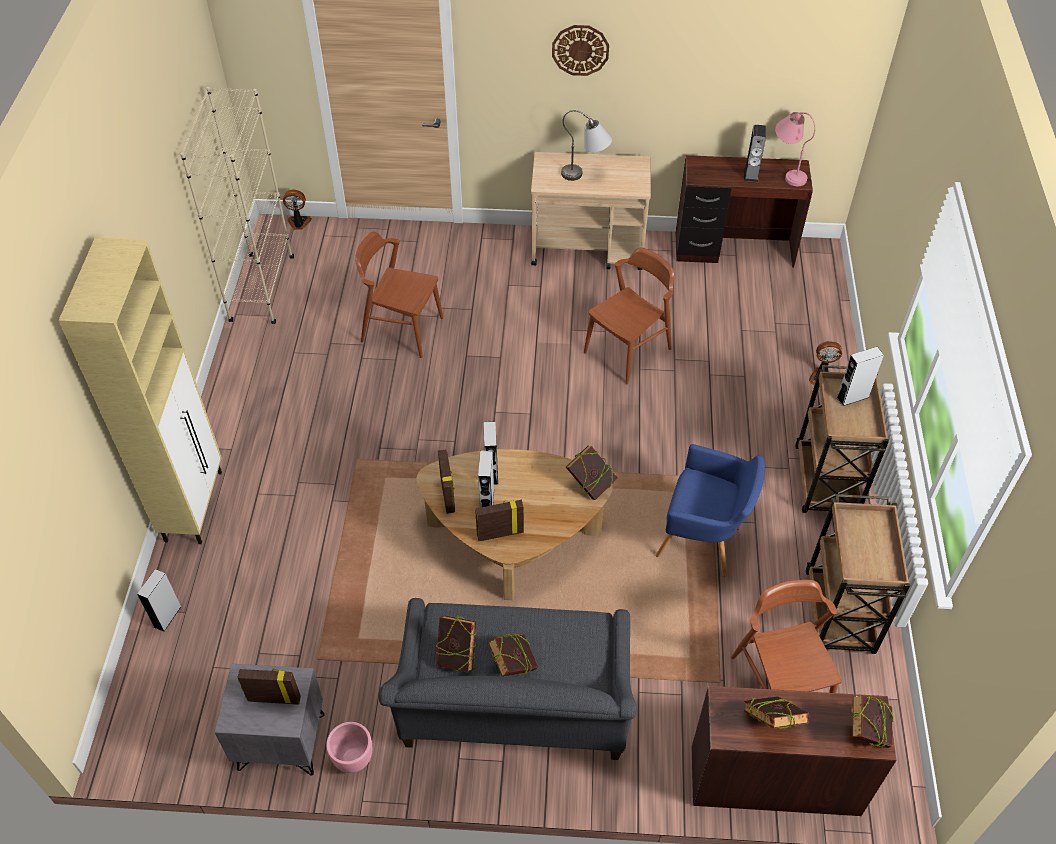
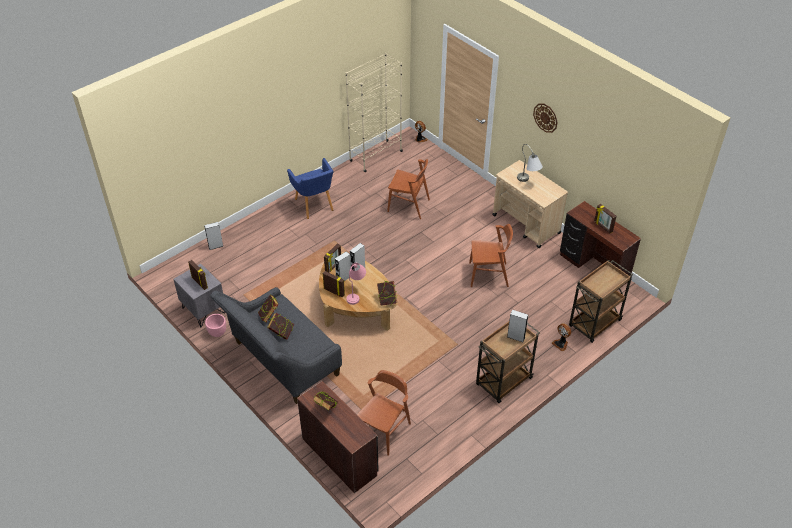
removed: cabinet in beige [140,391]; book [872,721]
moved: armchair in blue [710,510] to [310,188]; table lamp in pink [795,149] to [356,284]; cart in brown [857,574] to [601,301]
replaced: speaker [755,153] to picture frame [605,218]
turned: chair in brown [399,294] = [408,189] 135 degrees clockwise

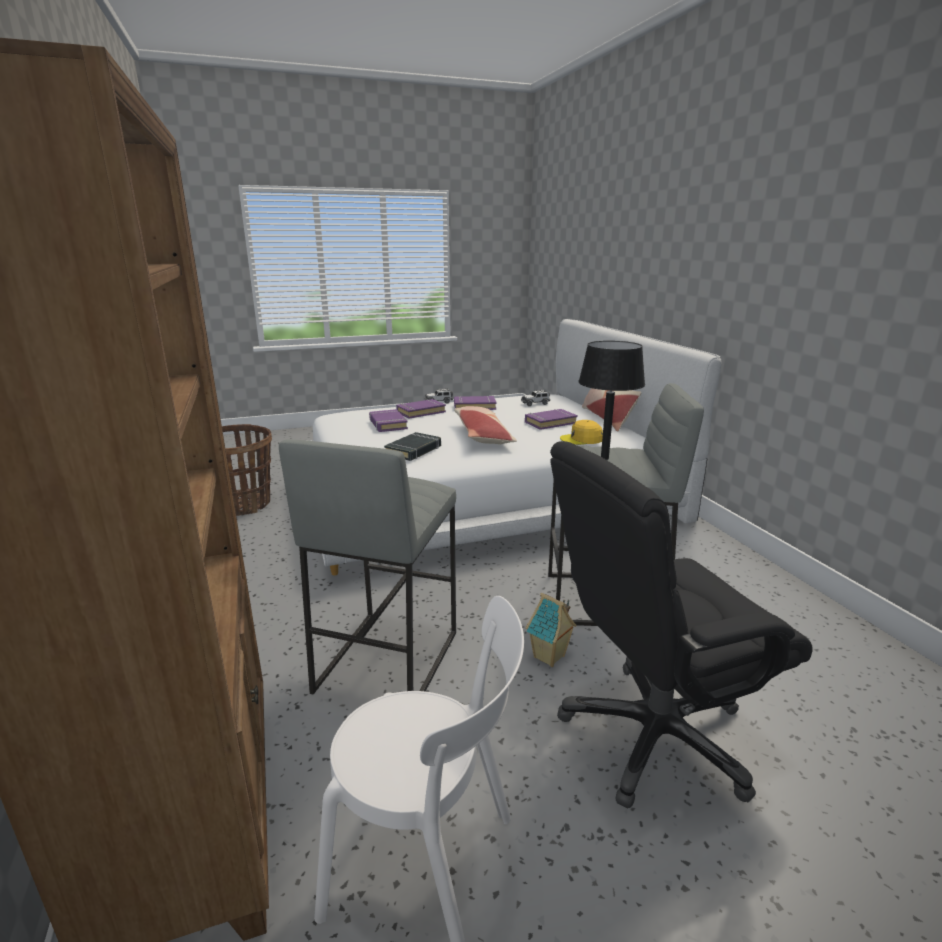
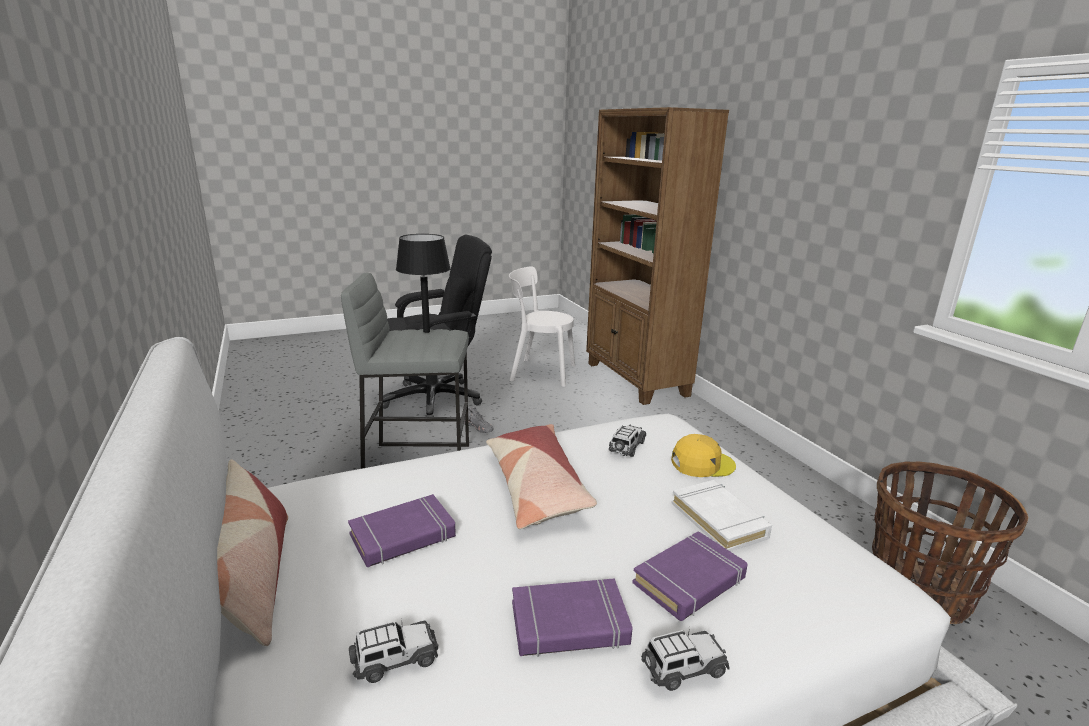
removed: stool in grey [367,567]
moved: cap in yellow [581,432] to [703,455]
replaced: book in black [412,446] to toy car [627,440]; toy house [551,630] to shoe in grey [479,420]
recoloured: book in purple [388,420] to book in white [721,516]

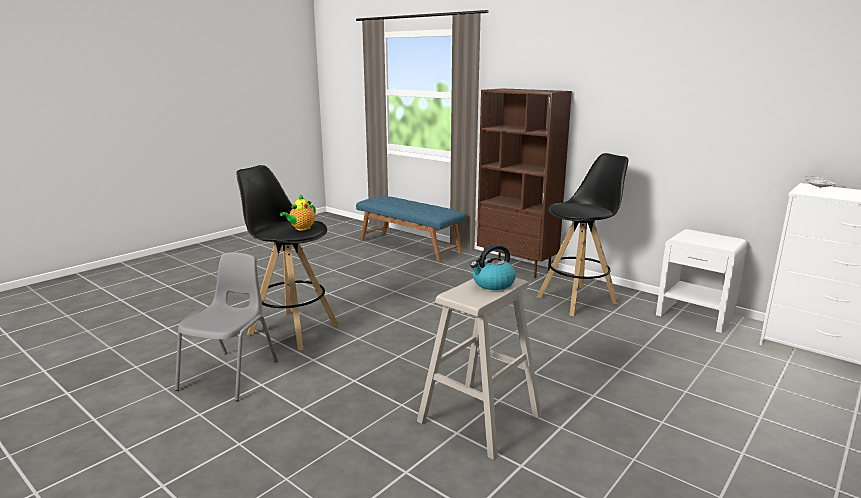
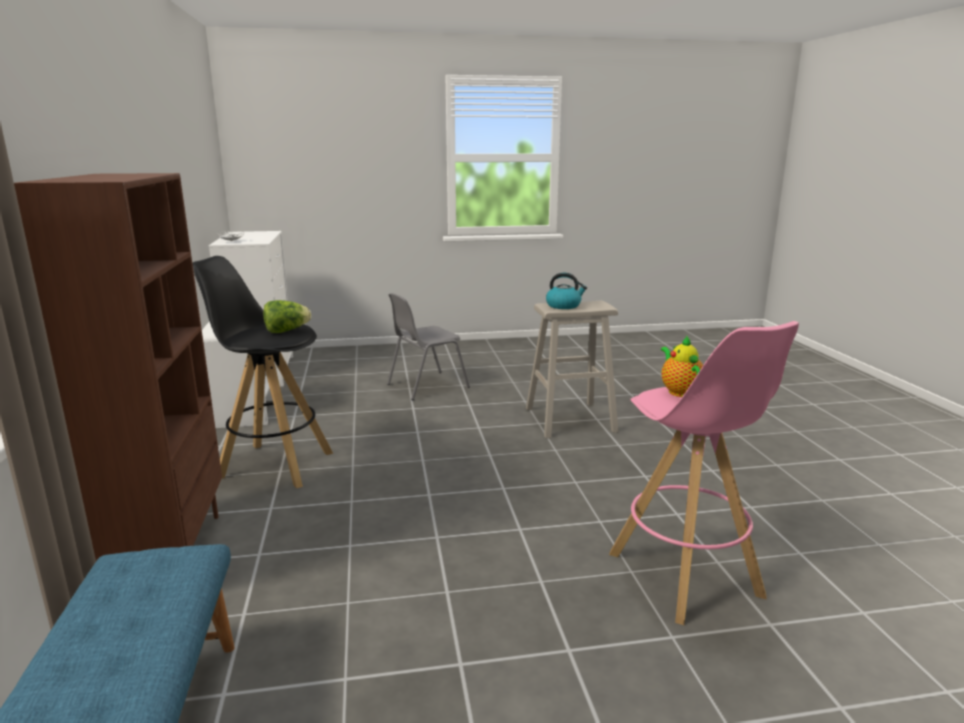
added: lettuce [287,316]
moved: chair in grey [226,326] to [428,346]
recoloured: stool in black [288,257] to stool in pink [704,473]
turned: teapot [298,212] = [682,366] 90 degrees counterclockwise

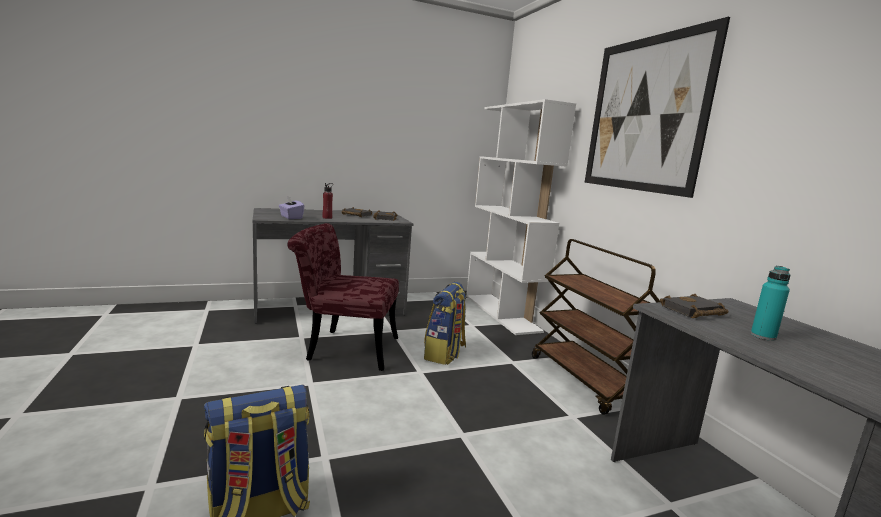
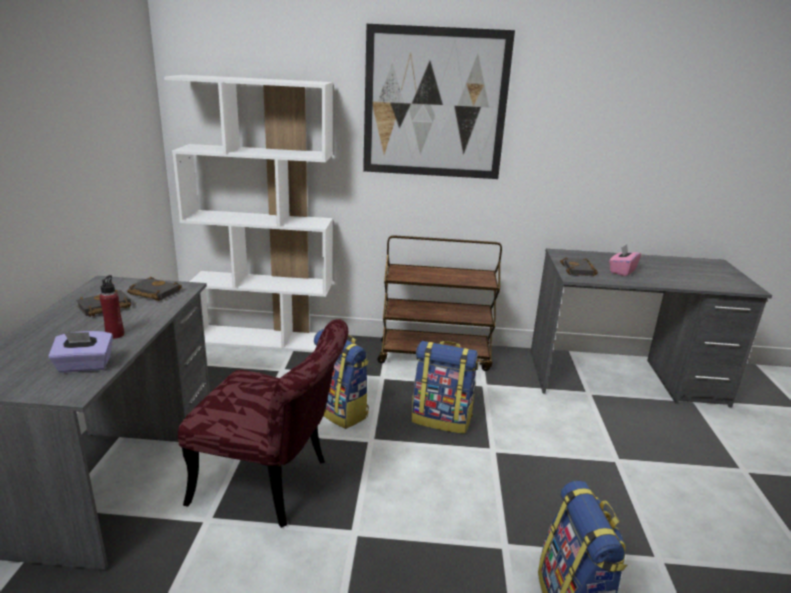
added: backpack [445,387]
replaced: bottle in turquoise [771,303] to tissue box in pink [625,260]
turned: chair in red [343,297] = [263,423] 105 degrees counterclockwise

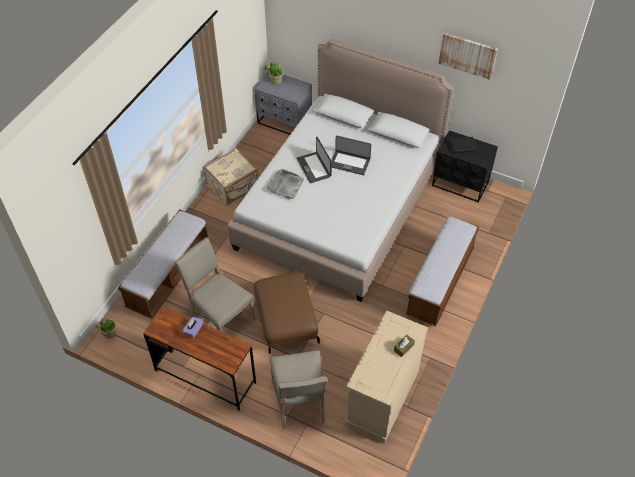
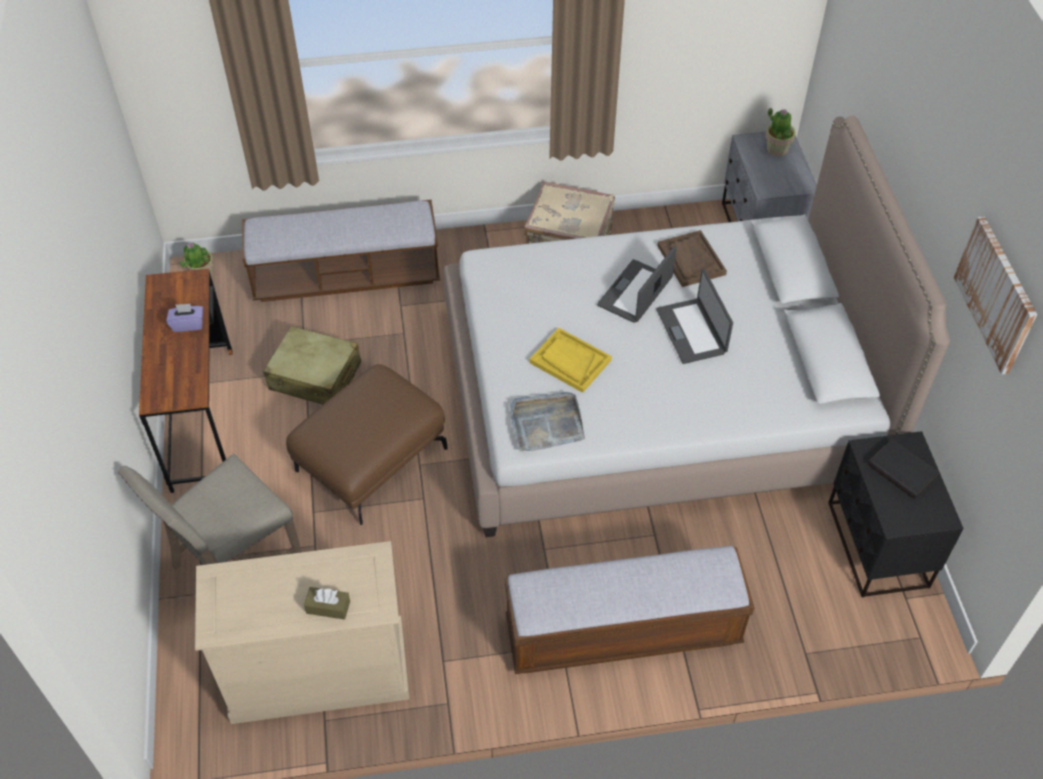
added: tray in yellow [570,360]; tray in brown [692,258]
moved: tray in grey [285,184] to [547,421]
replaced: chair in beige [215,284] to suitcase in beige [312,365]

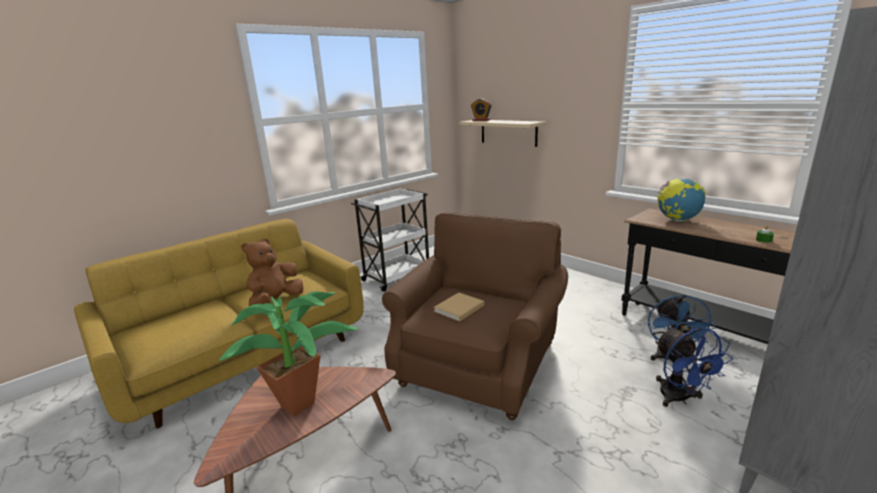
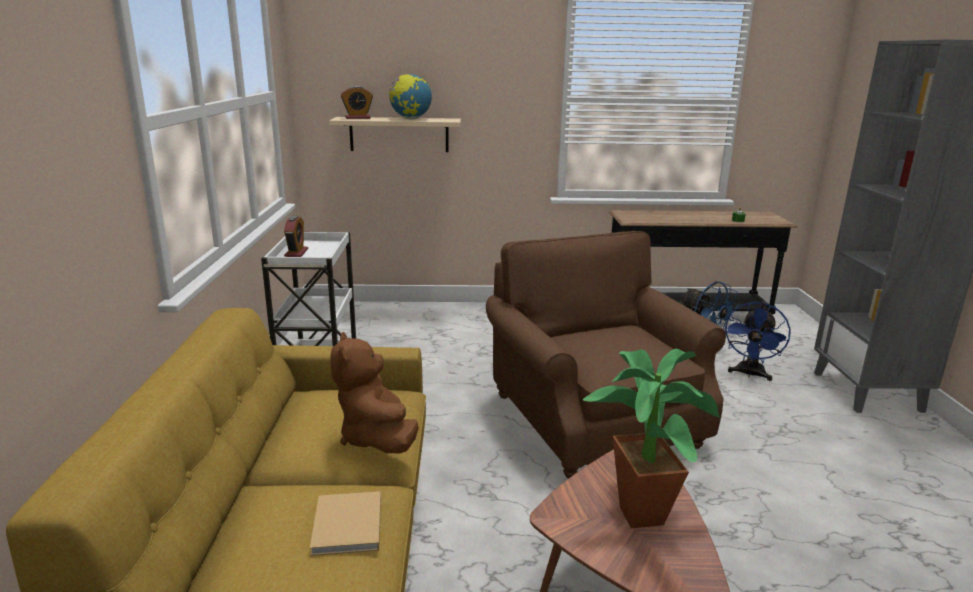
added: alarm clock [296,236]
moved: book in beige [459,307] to [345,523]; globe [681,200] to [410,96]
turned: fan in blue [694,367] = [757,341] 90 degrees clockwise

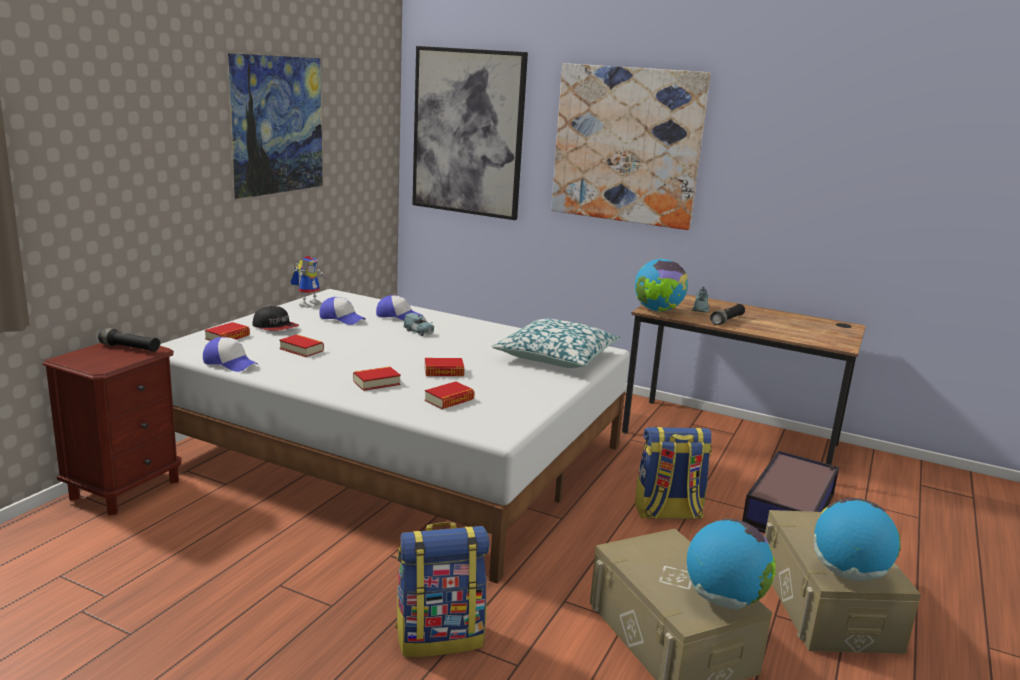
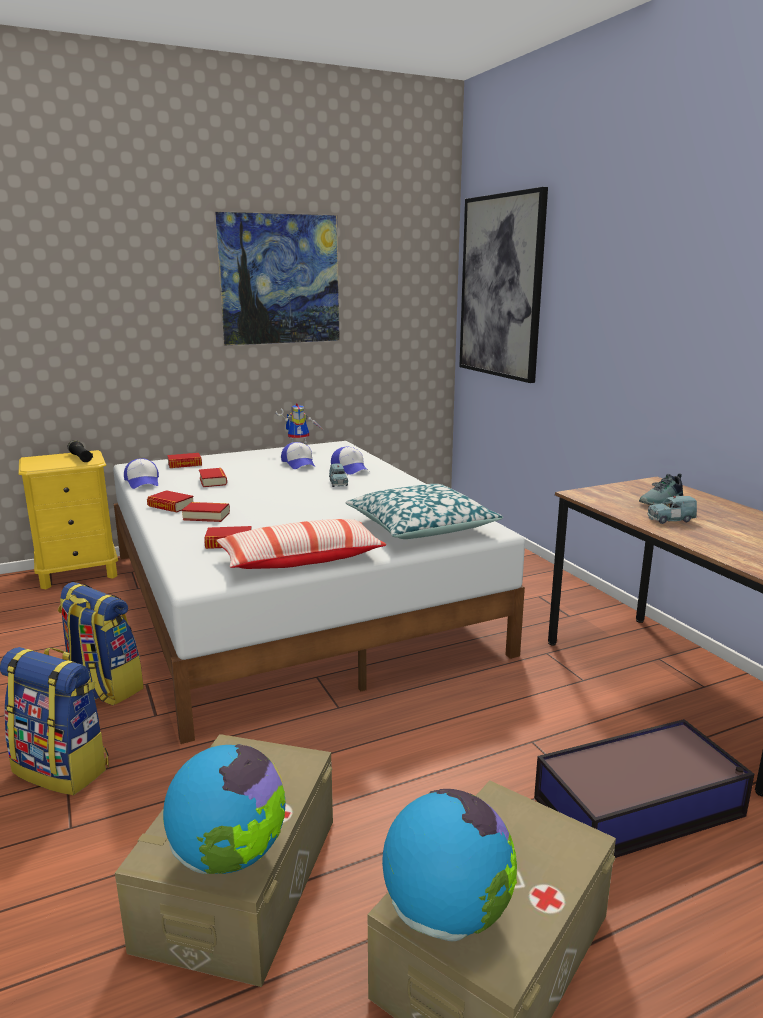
removed: cap [275,318]; picture [631,146]; globe [661,285]
added: pillow [301,544]
moved: book [444,367] to [170,501]; backpack [673,473] to [101,643]
replaced: flashlight in black [727,314] to toy car in blue [672,510]
recoloured: nightstand in brown [112,429] to nightstand in yellow [68,519]

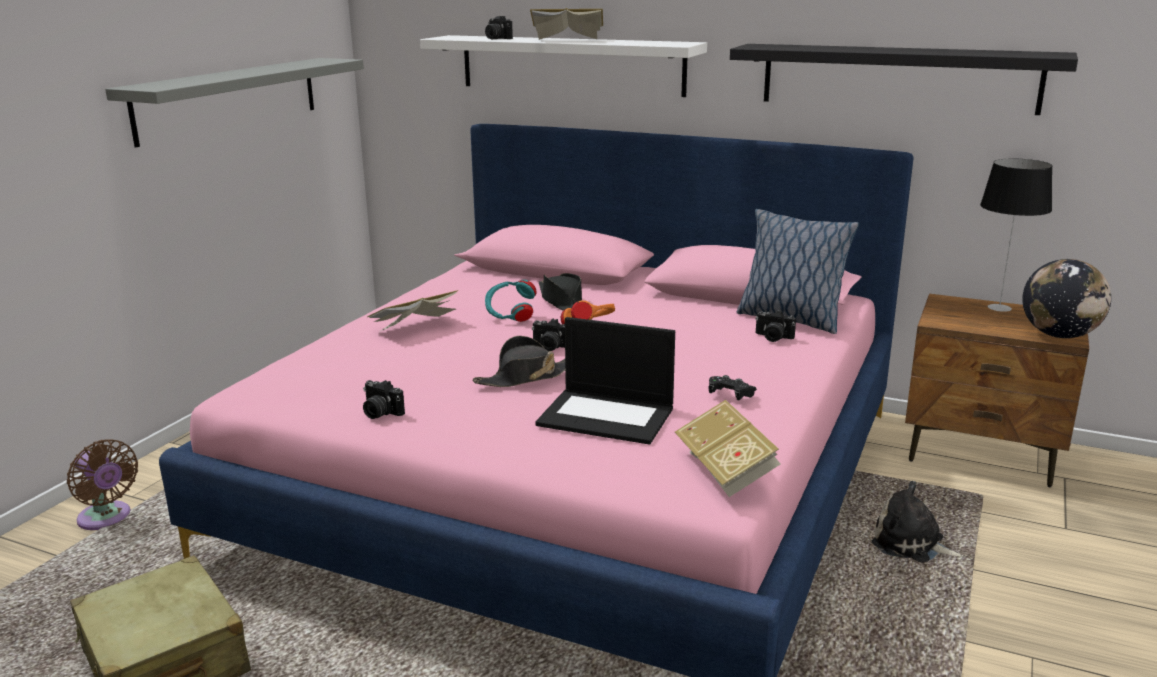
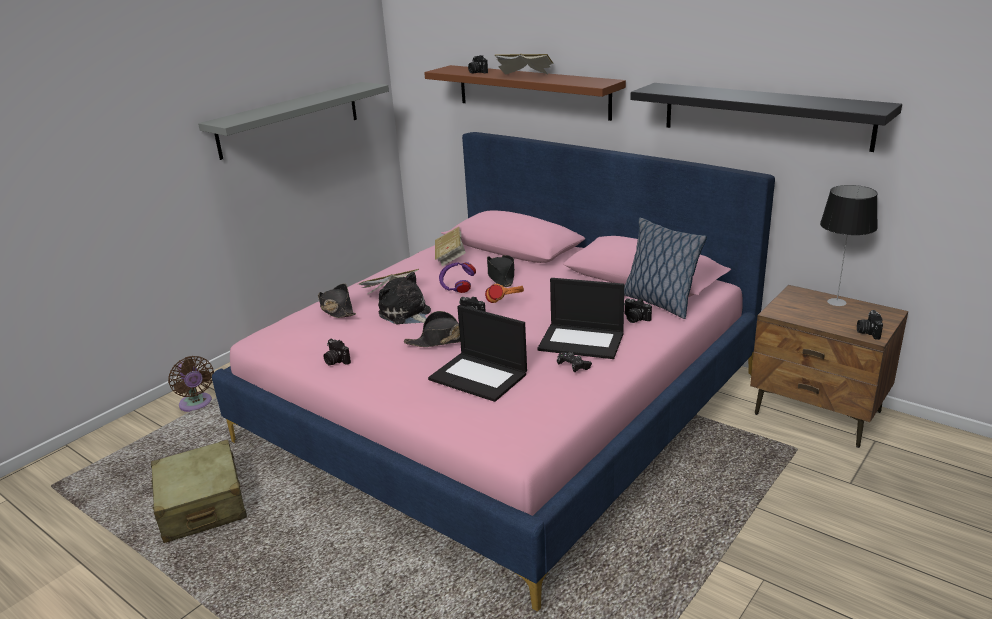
added: hat in black [337,301]; laptop [580,318]
moved: book [727,448] to [450,246]; plush toy [917,521] to [404,298]
replaced: globe [1066,298] to photo camera [870,325]
recoloured: shelf in white [563,66] to shelf in brown [525,93]; headphones in turquoise [510,301] to headphones in purple [457,277]

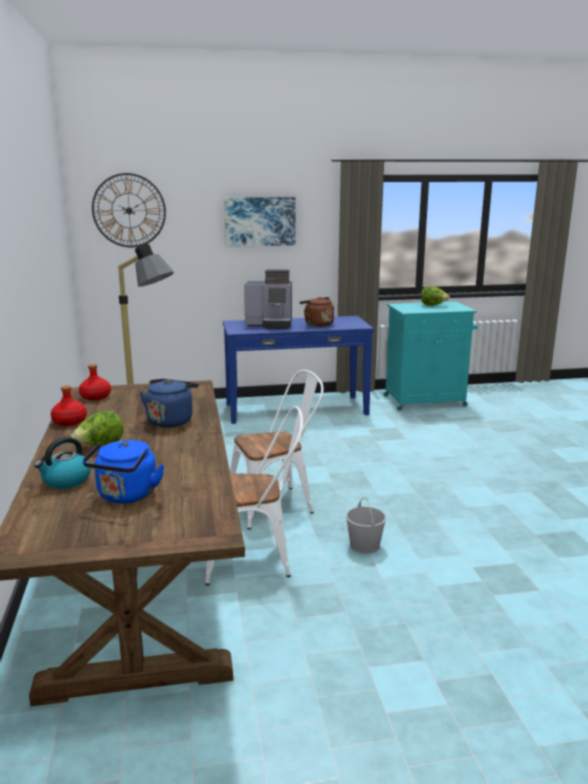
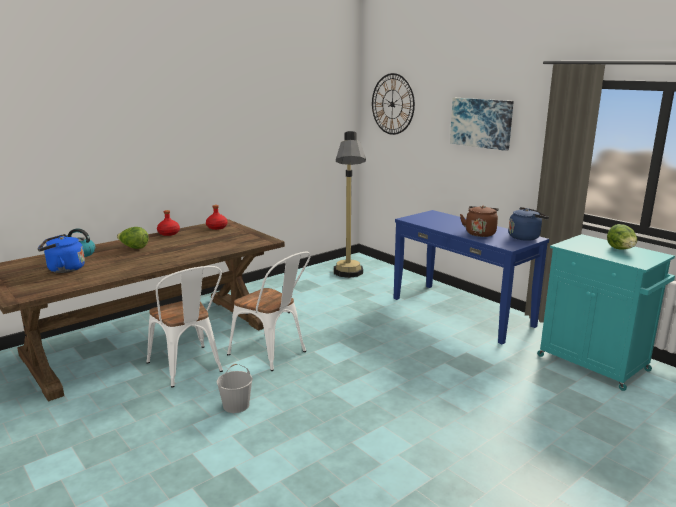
removed: coffee machine [268,299]
moved: kettle in blue [169,403] to [529,224]

